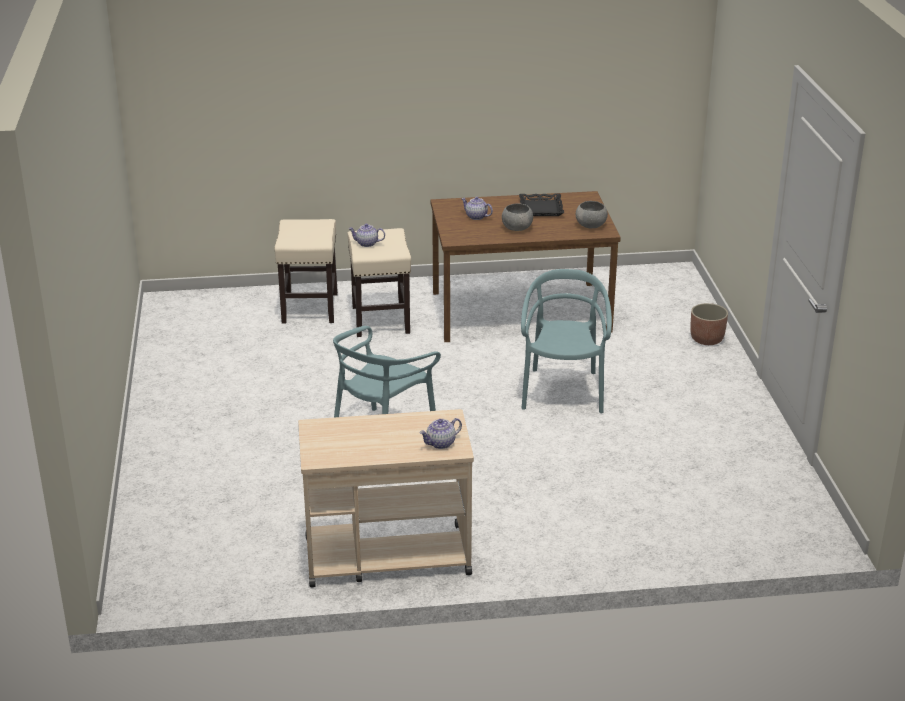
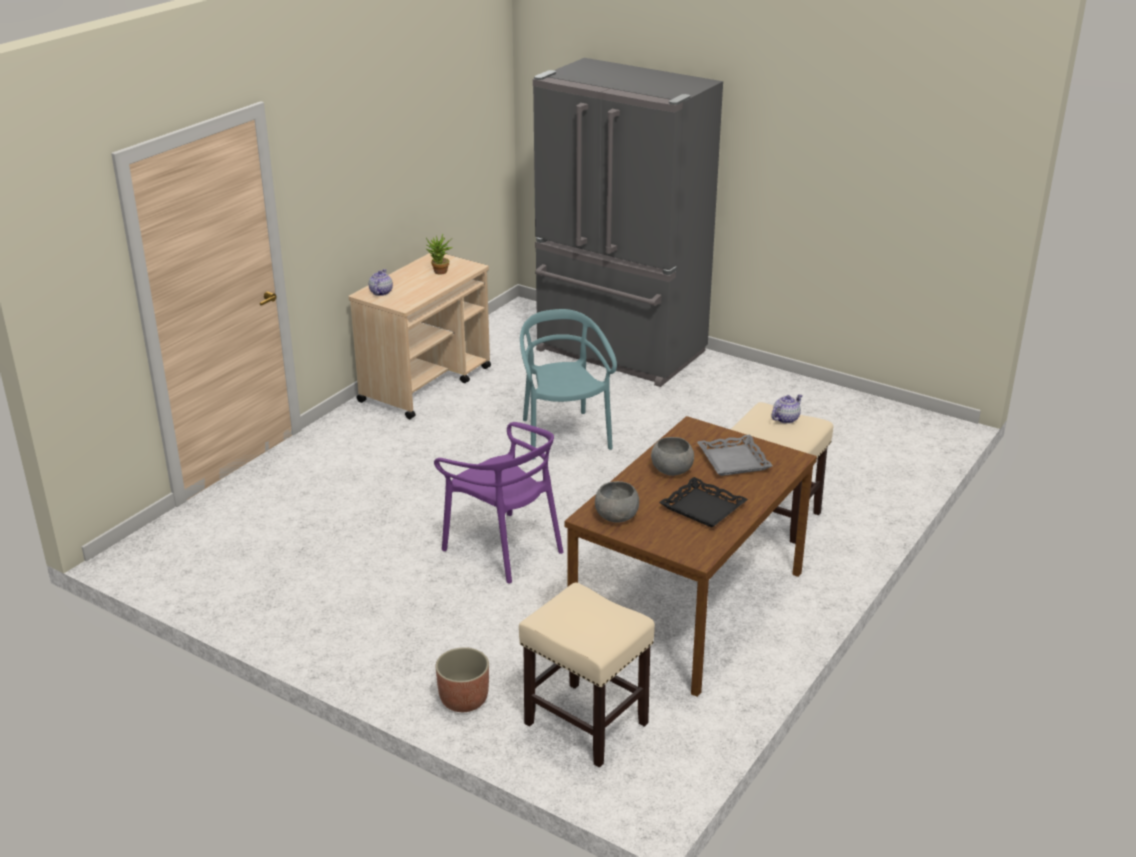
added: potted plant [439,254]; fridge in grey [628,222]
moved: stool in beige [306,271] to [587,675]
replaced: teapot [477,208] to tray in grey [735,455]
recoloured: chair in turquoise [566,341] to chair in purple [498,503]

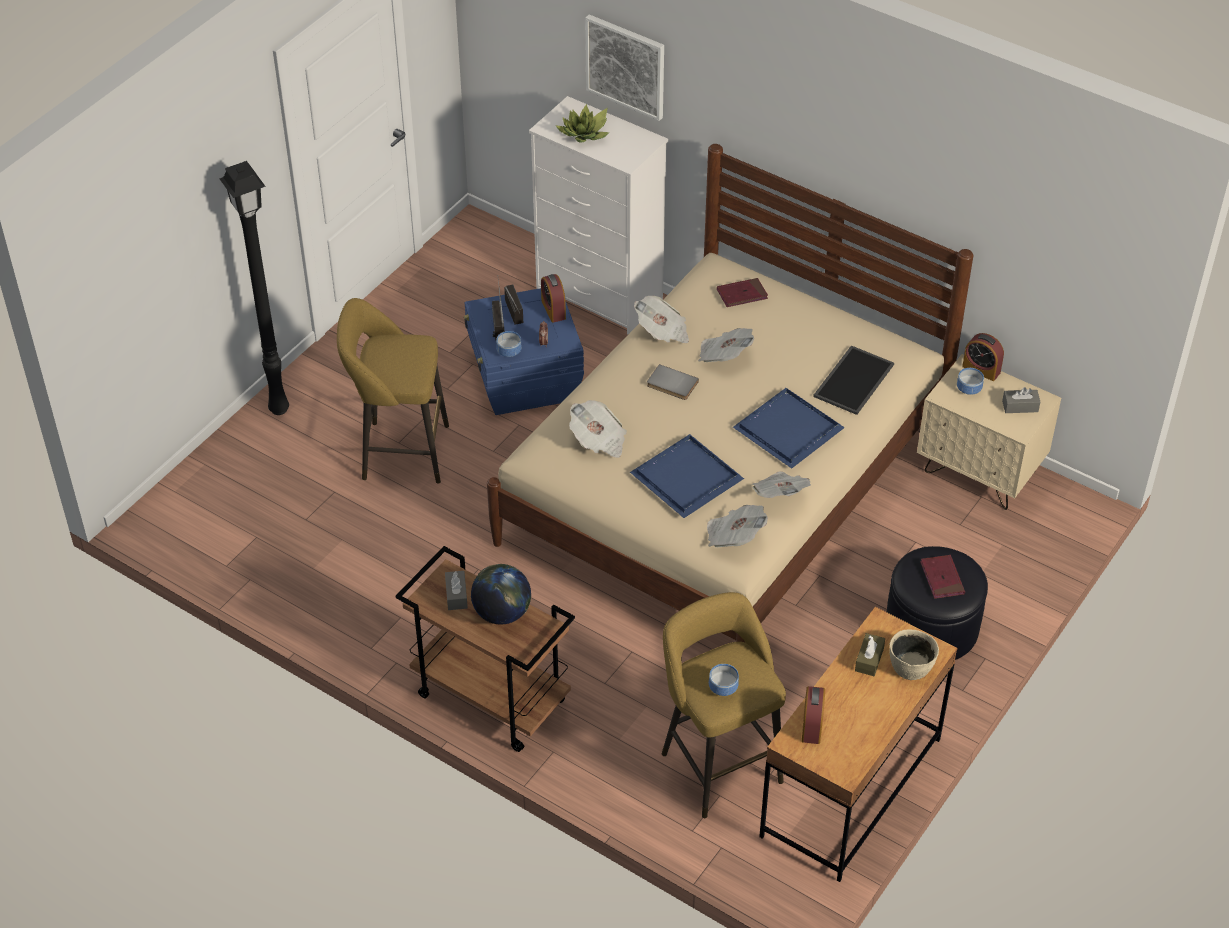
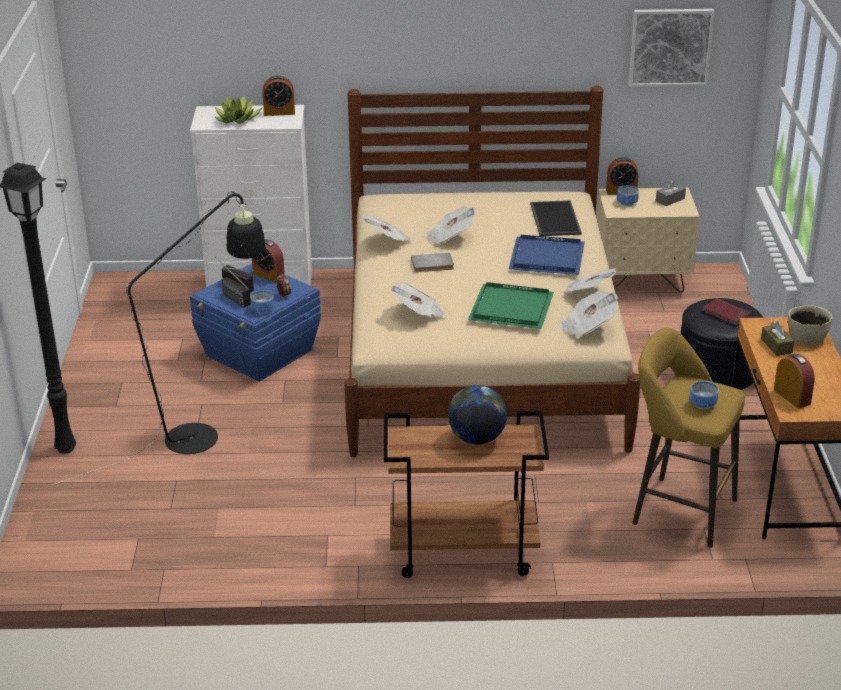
removed: tissue box in grey [456,590]; book in red [742,292]
added: alarm clock [279,95]
moved: picture [624,67] to [672,48]
replaced: stool in yellow [393,391] to floor lamp in black [158,338]
recoloured: tray in blue [687,476] to tray in green [511,305]

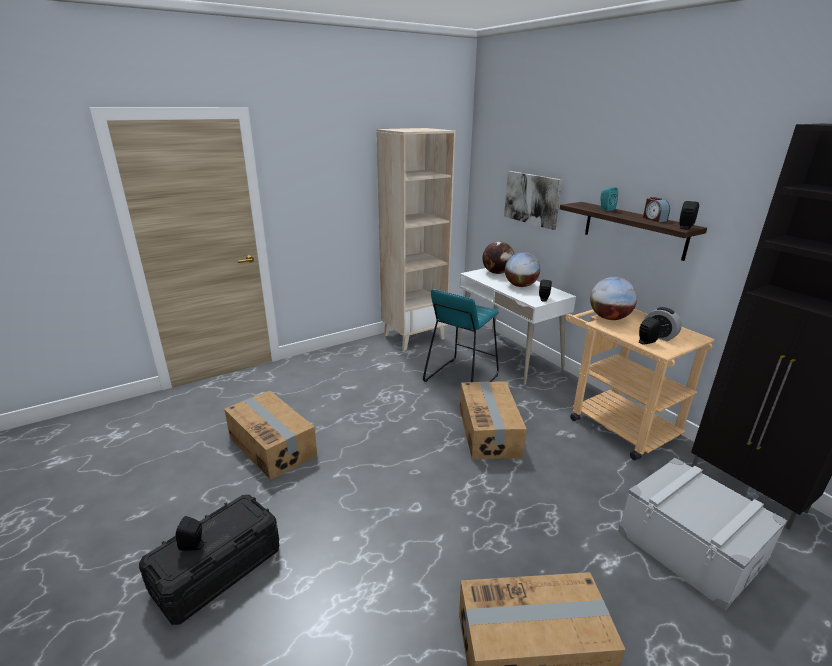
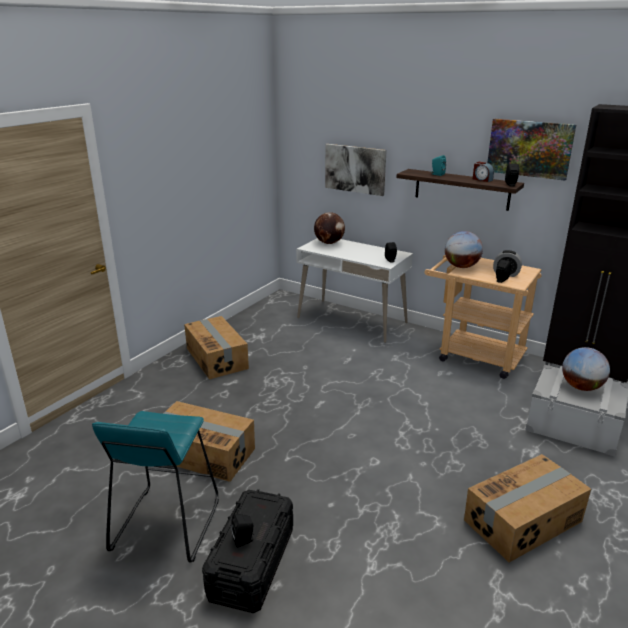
removed: bookcase in beige [416,239]
added: picture [532,150]
moved: stool in turquoise [461,335] to [155,487]; cardboard box [493,421] to [216,348]; globe [522,269] to [586,369]

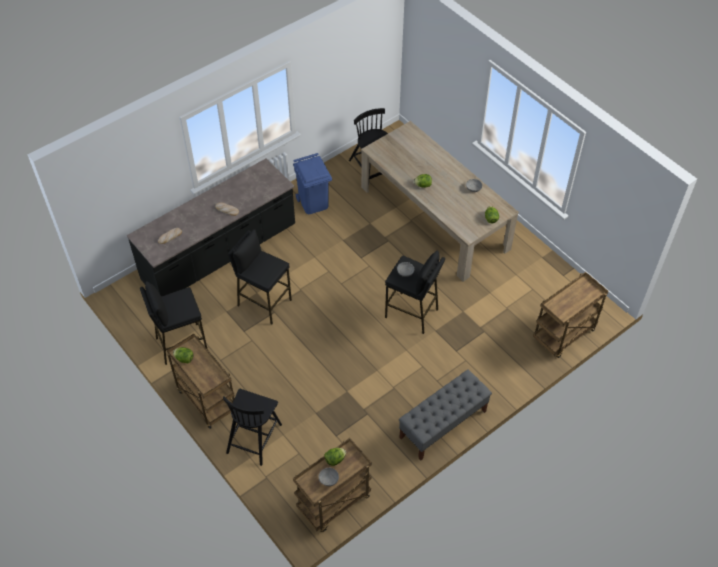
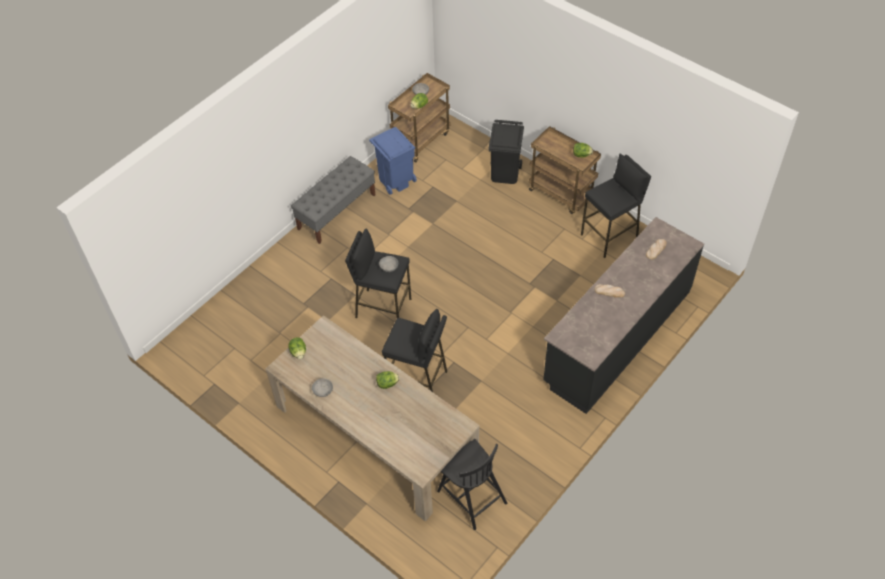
removed: cart in brown [570,315]
moved: stool in black [260,277] to [414,350]; trash can in blue [312,183] to [393,161]
replaced: chair in black [252,427] to trash can in black [506,152]

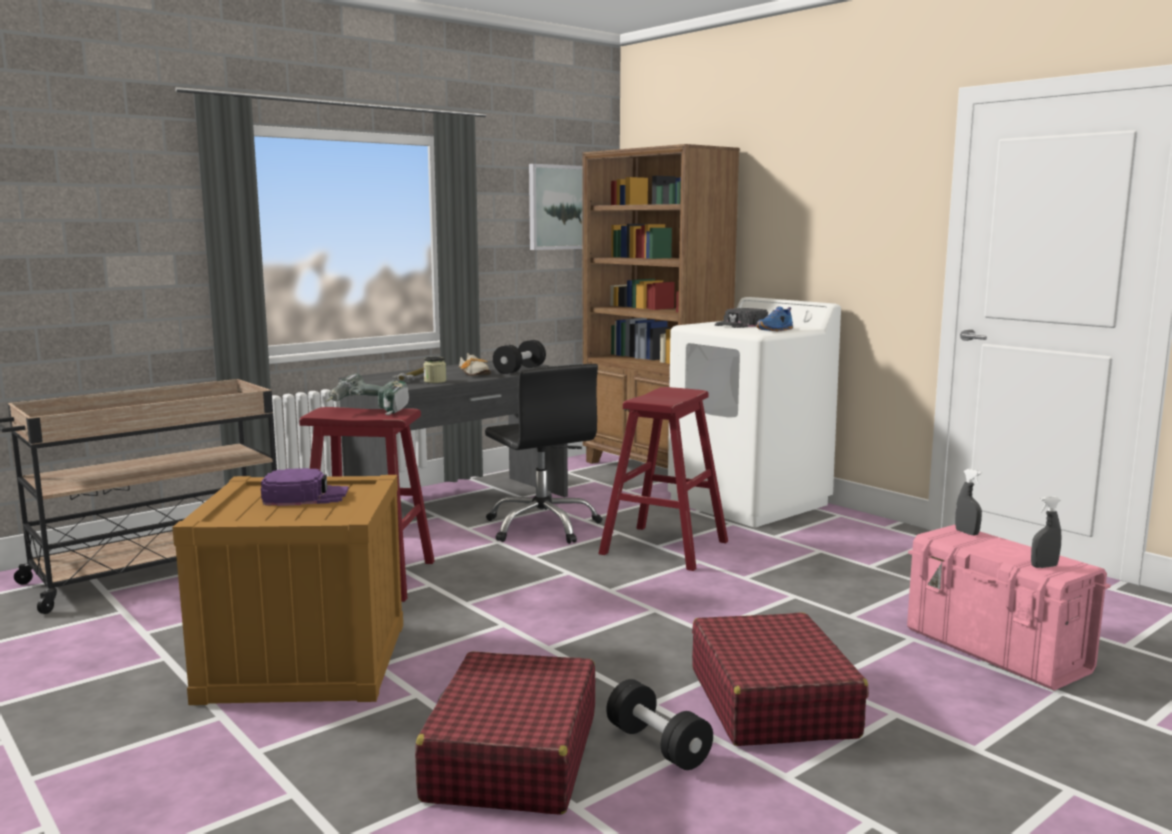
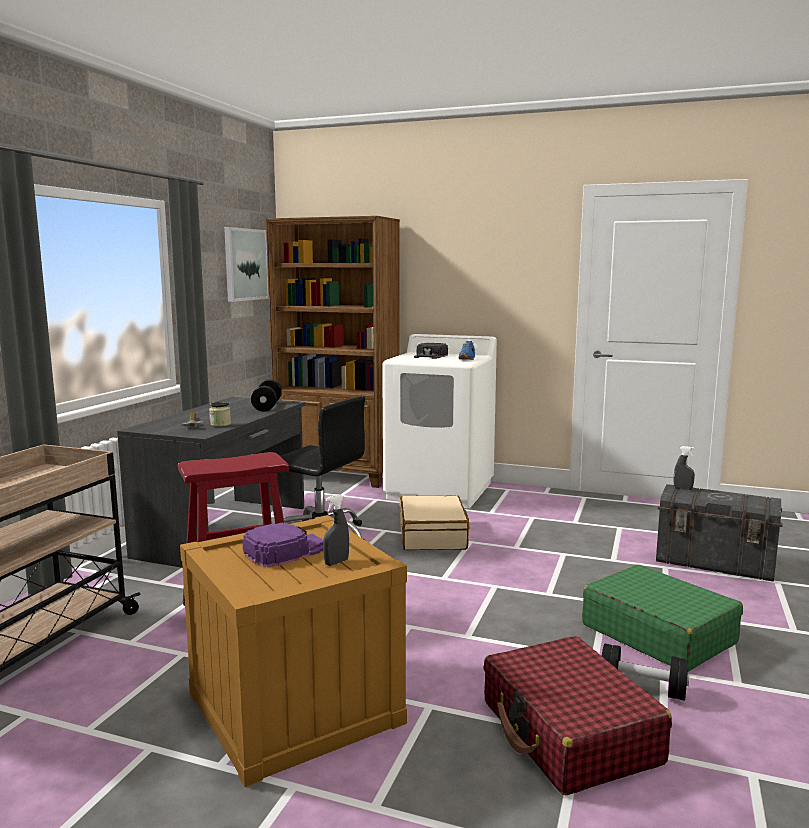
removed: power drill [367,394]; shoe [475,364]
moved: spray bottle in grey [1046,532] to [336,530]
replaced: stool in red [663,479] to suitcase in beige [434,522]
recoloured: suitcase in red [780,679] to suitcase in green [662,618]; storage box in pink [1009,608] to storage box in grey [719,533]

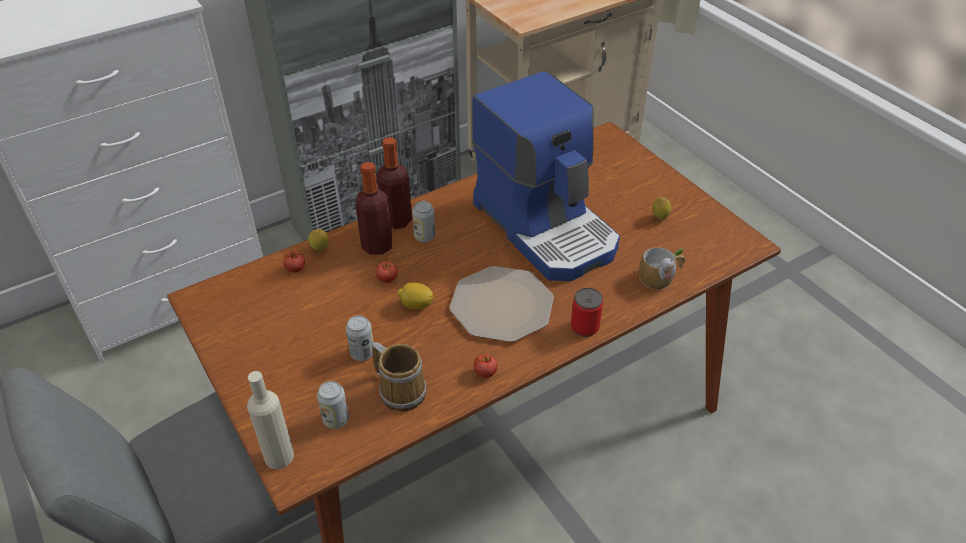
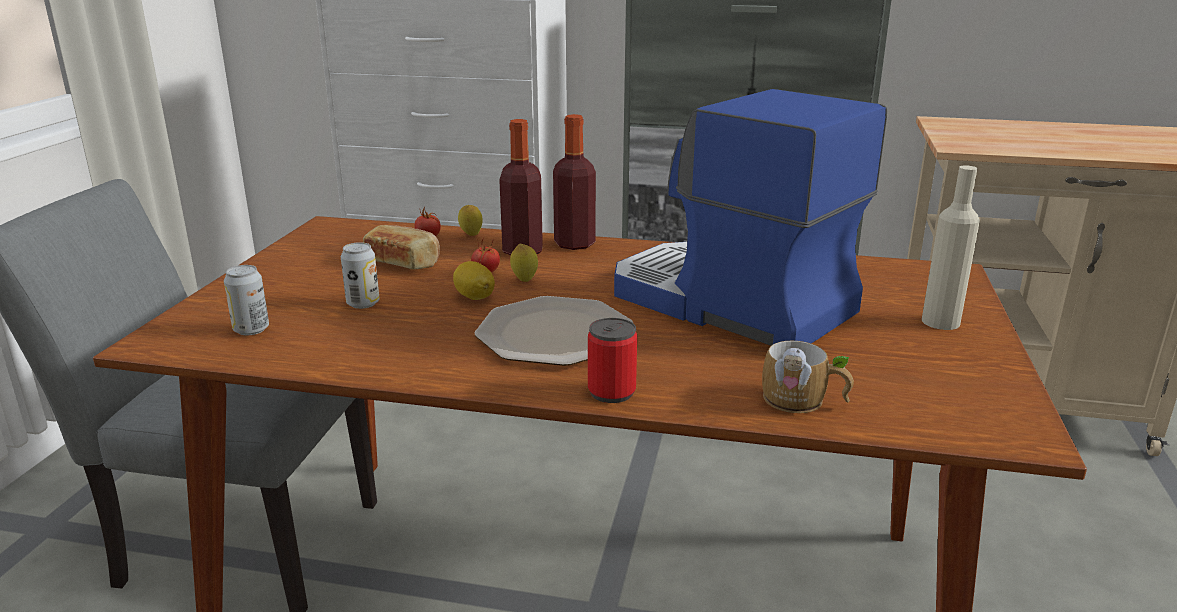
removed: mug [399,376]; can [423,221]; tomato [486,365]
added: bread [401,247]
moved: bottle in beige [270,420] to [951,247]; lemon [661,208] to [524,263]
turned: coffee machine [546,176] = [750,217] 120 degrees clockwise

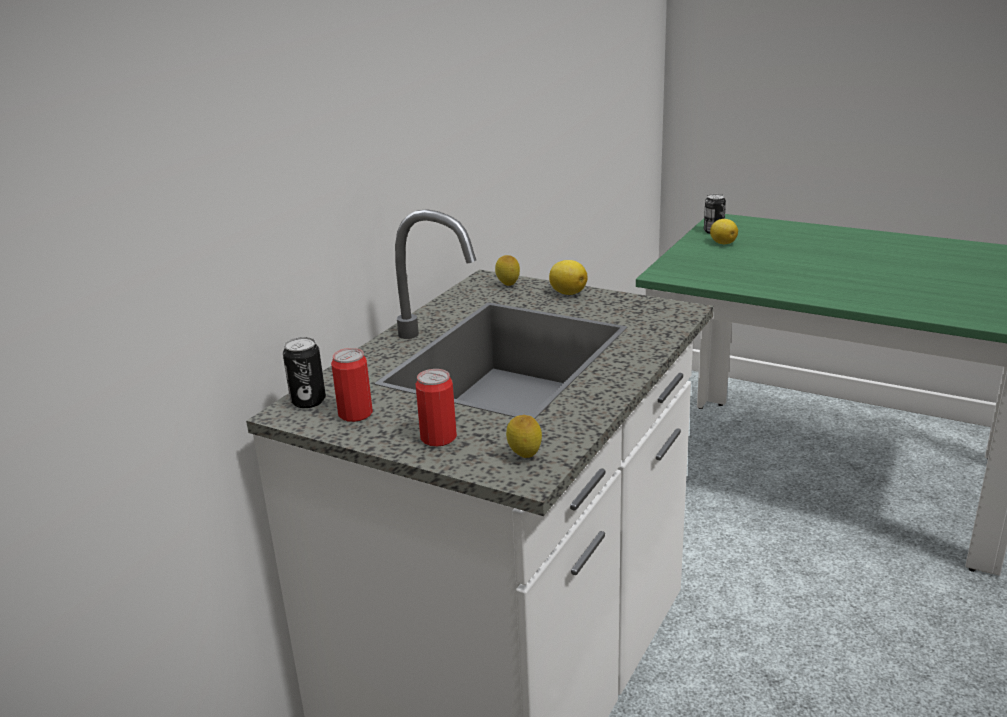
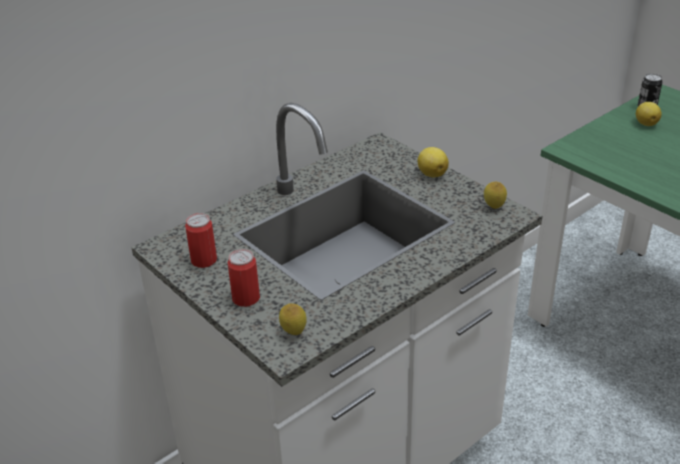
removed: can [304,372]
moved: lemon [507,270] to [495,195]

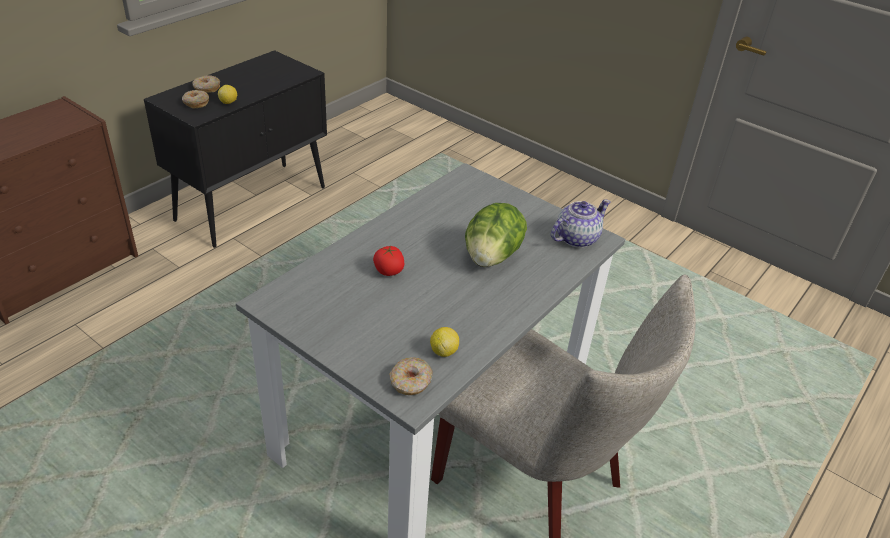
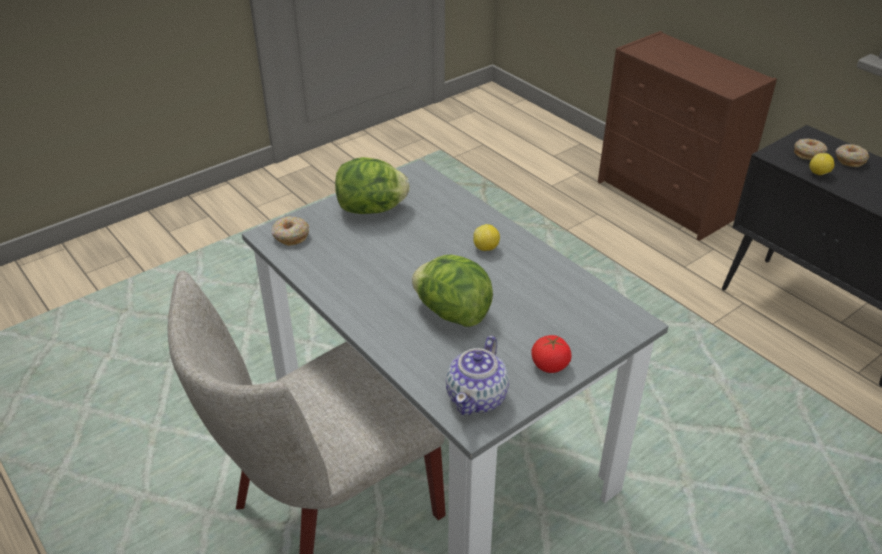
added: lettuce [372,185]
moved: tomato [388,260] to [551,354]; lemon [444,342] to [486,237]
turned: teapot [581,223] = [477,375] 45 degrees clockwise

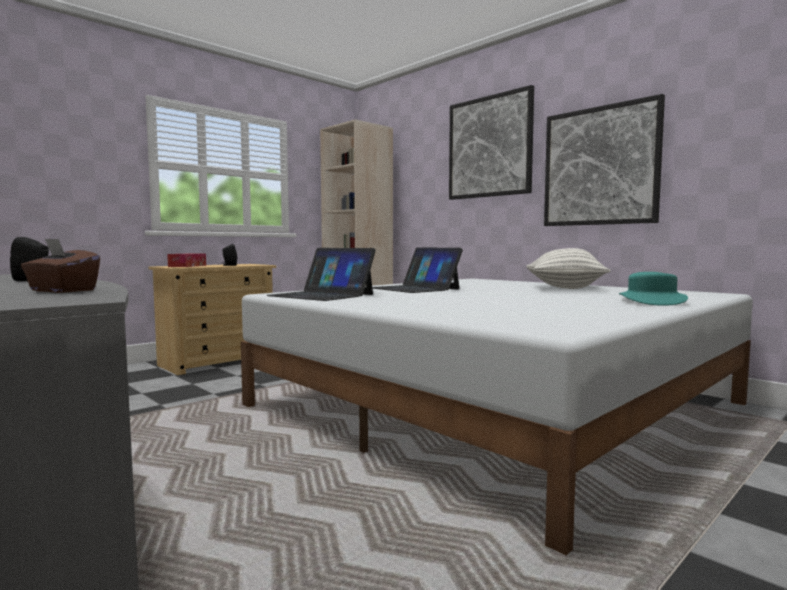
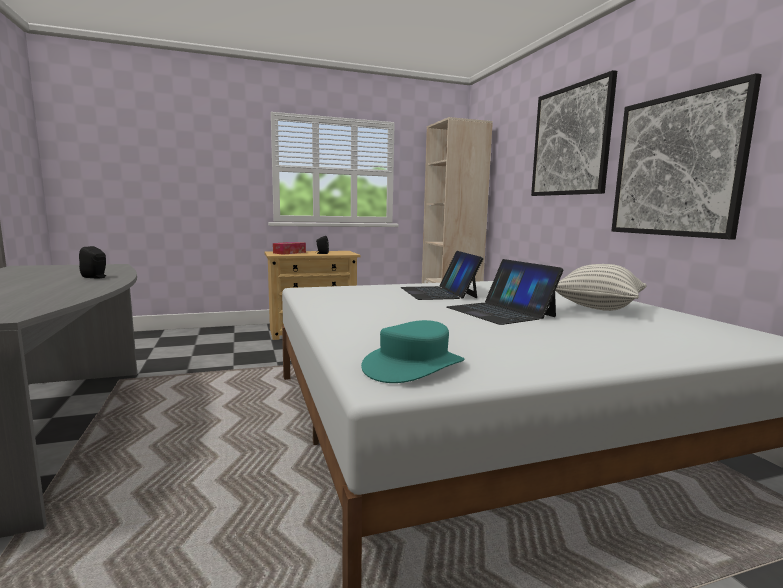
removed: tissue box in brown [60,265]
moved: laptop [321,274] to [505,292]; hat in turquoise [653,289] to [413,351]

